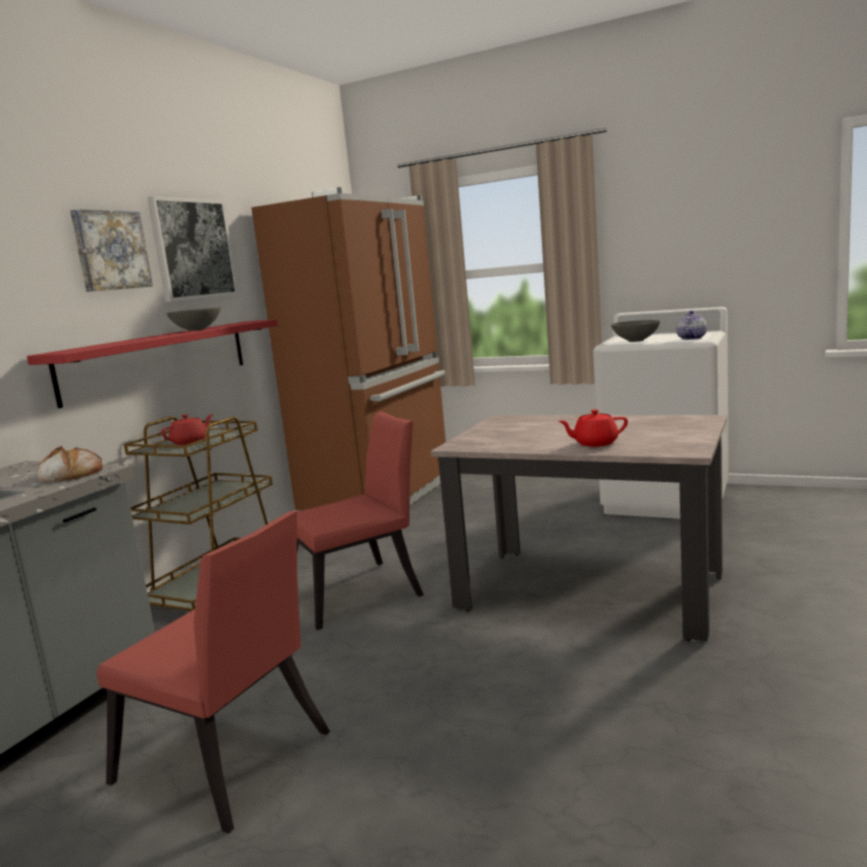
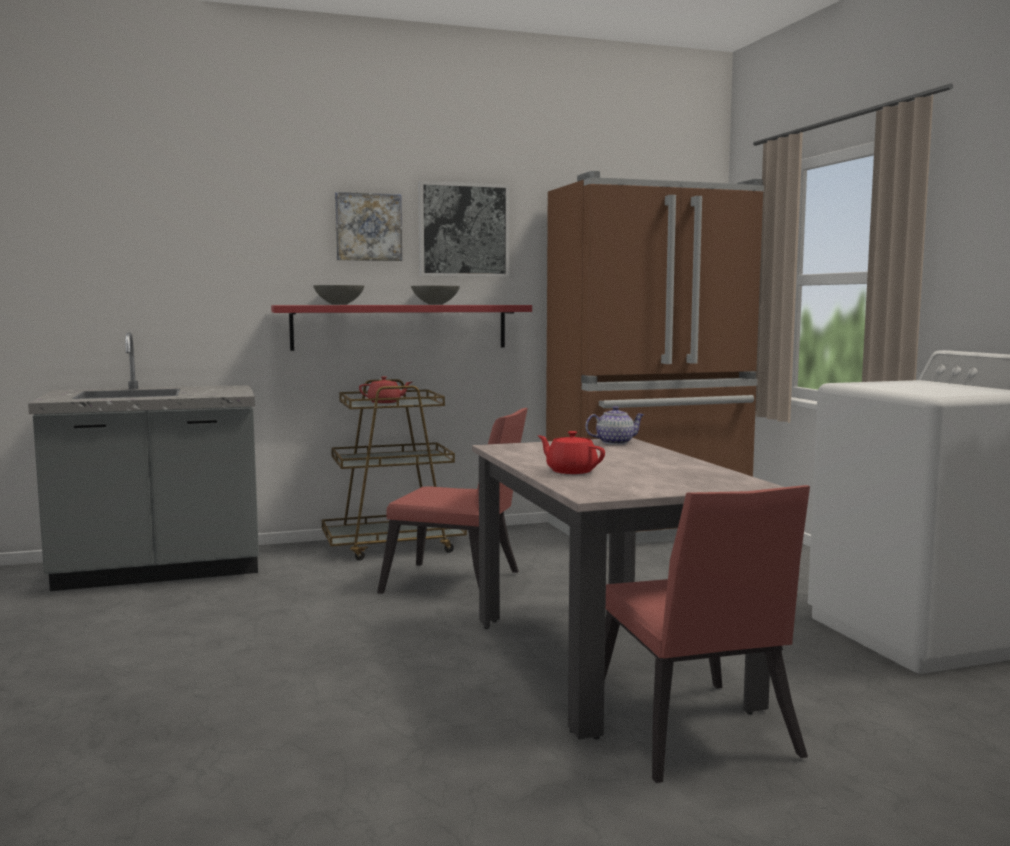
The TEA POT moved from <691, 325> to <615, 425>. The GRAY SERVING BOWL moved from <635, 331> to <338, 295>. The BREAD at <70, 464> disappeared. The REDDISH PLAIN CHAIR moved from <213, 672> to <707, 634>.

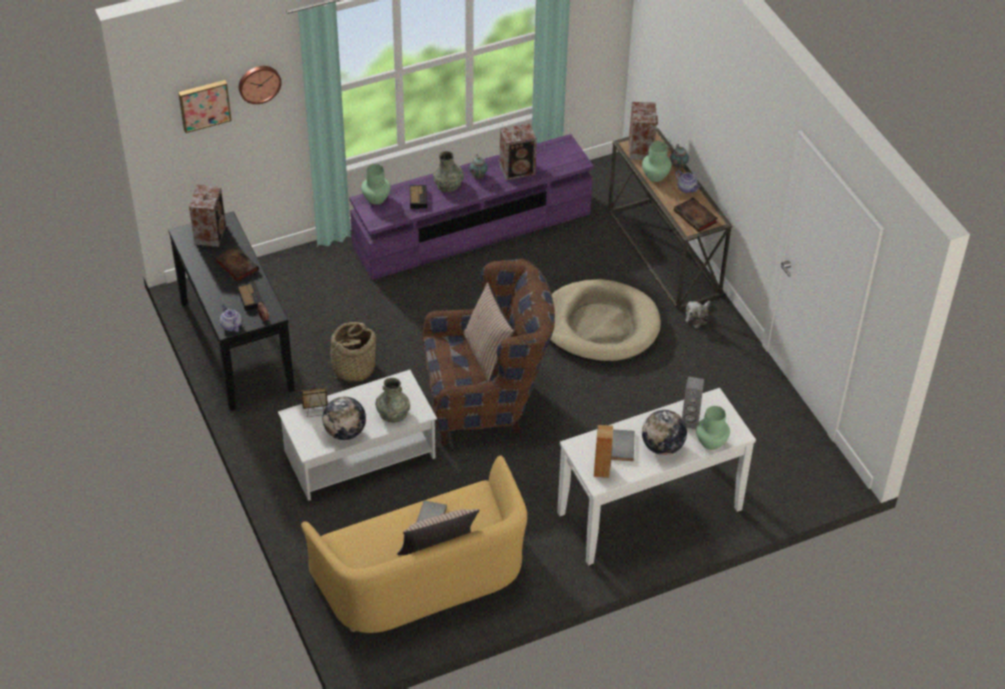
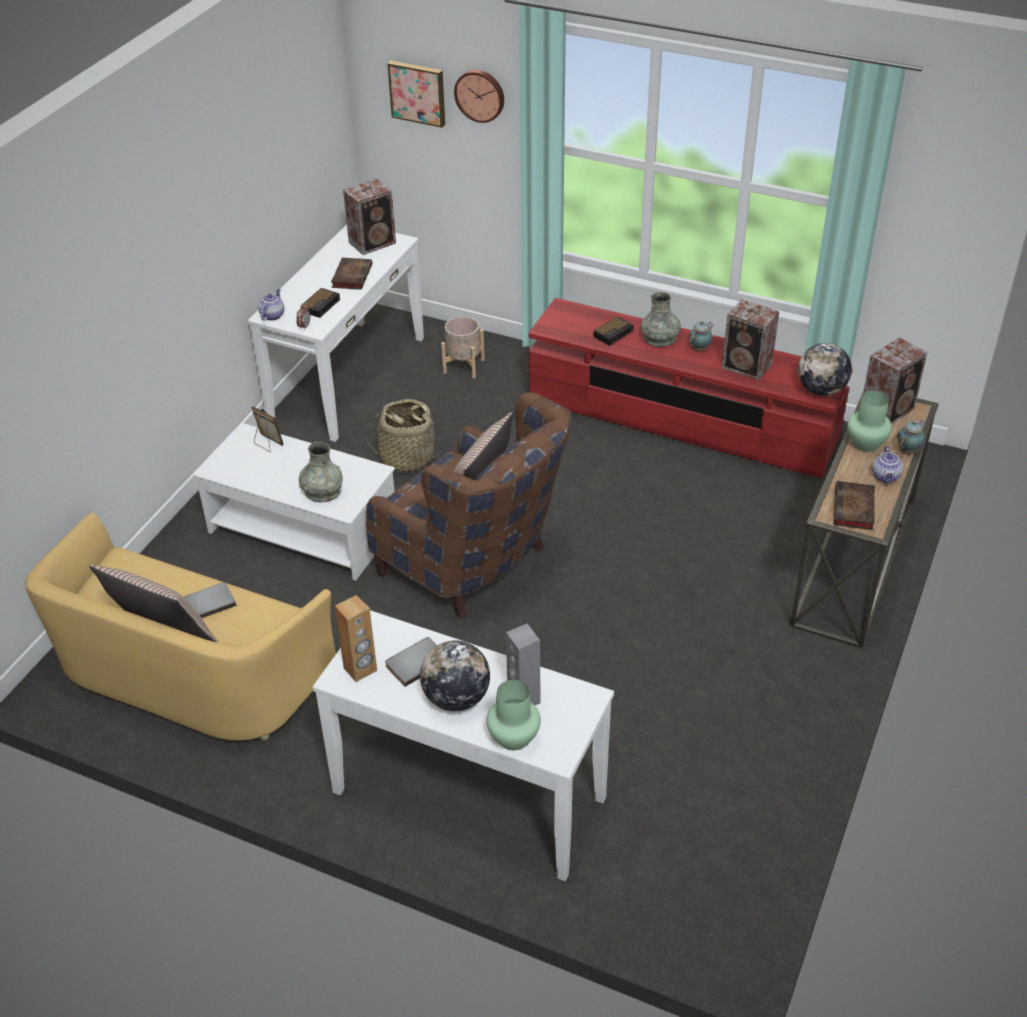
The PURPLISH TV STAND at <471, 207> became the REDDISH TV STAND at <691, 388>. The GREEN-COLOURED VASE at <376, 184> disappeared. The BLACK-COLOURED HALL TABLE at <231, 311> became the WHITISH HALL TABLE at <336, 333>. The SAND-COLOURED PET BED at <605, 320> disappeared. The SOFT TOY at <698, 314> disappeared. The WORLD GLOBE moved from <344, 418> to <825, 369>. The SAND-COLOURED PLANT POT at <463, 347> appeared.

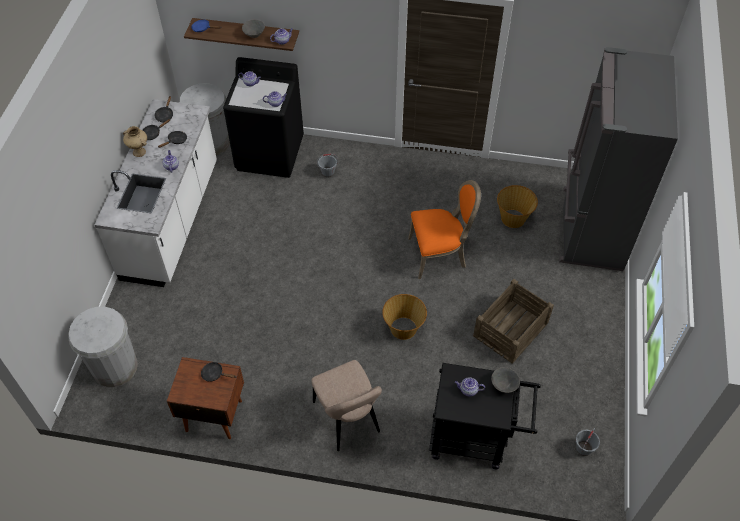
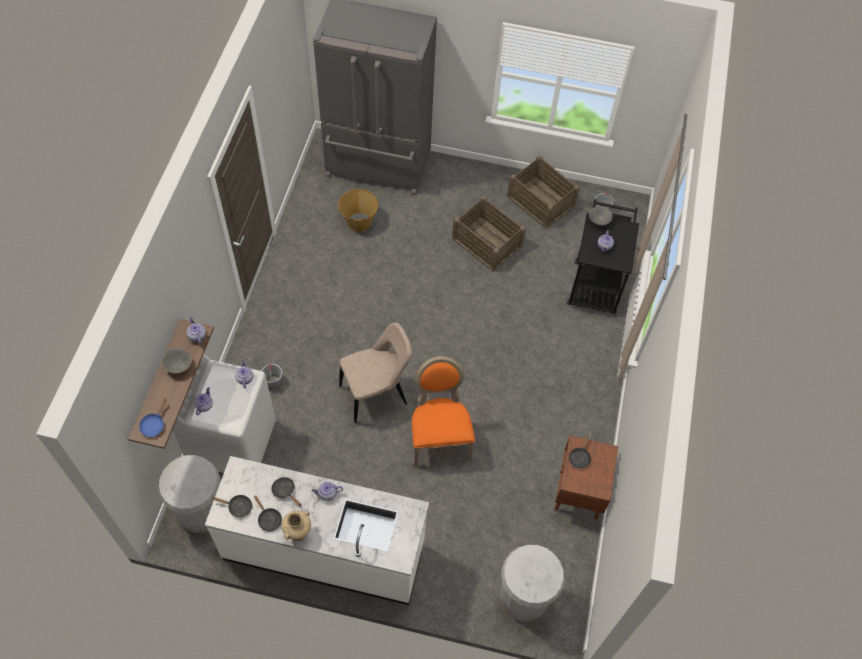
The BLACK-COLOURED WASHING MACHINE at <263, 117> became the WHITISH WASHING MACHINE at <224, 413>. The ORANGEY PLAIN CHAIR moved from <444, 229> to <443, 411>. The STORAGE BASKET at <404, 317> disappeared. The SAND-COLOURED PLAIN CHAIR moved from <346, 405> to <375, 372>. The SHIPPING CRATE at <543, 191> appeared.

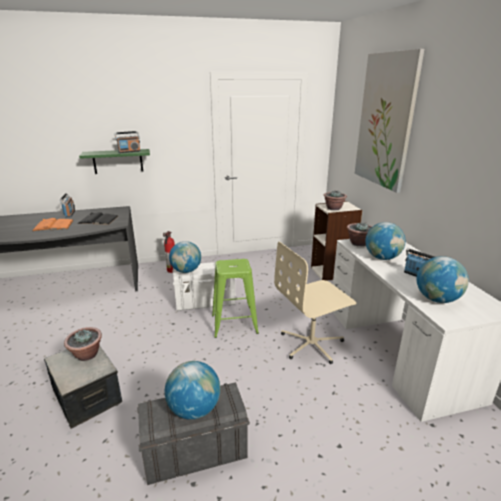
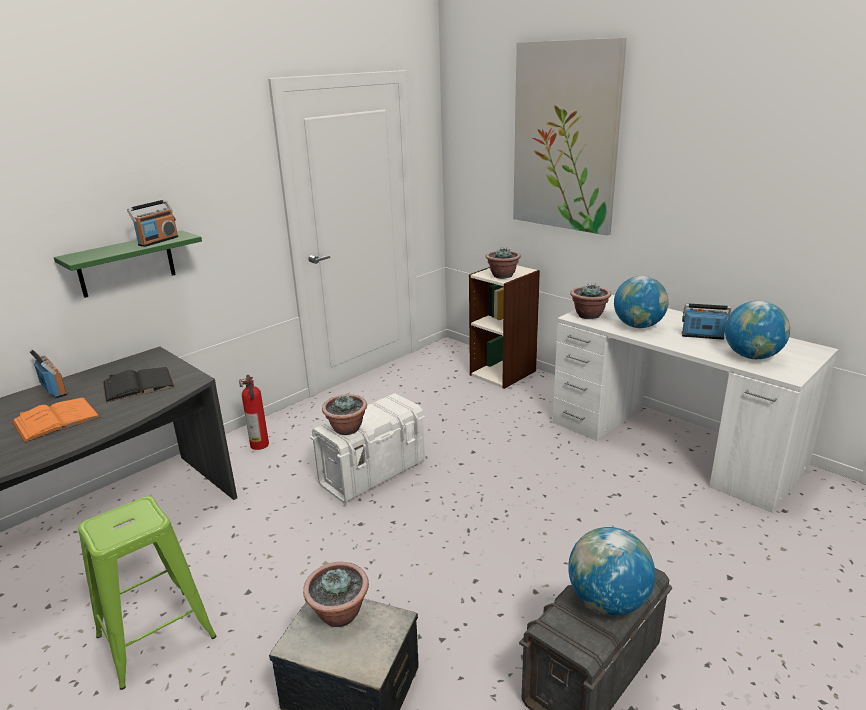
The WORLD GLOBE at <185, 257> was replaced by the PLANT IN A POT at <344, 414>. The SAND-COLOURED OFFICE CHAIR at <315, 302> disappeared. The GREEN-COLOURED STOOL moved from <235, 298> to <147, 593>.

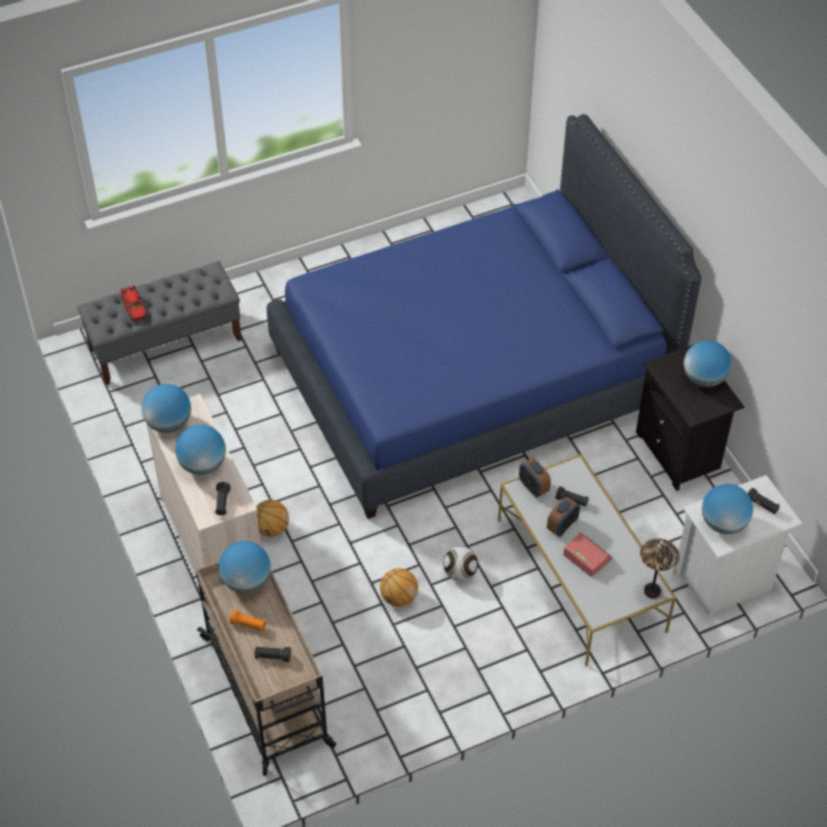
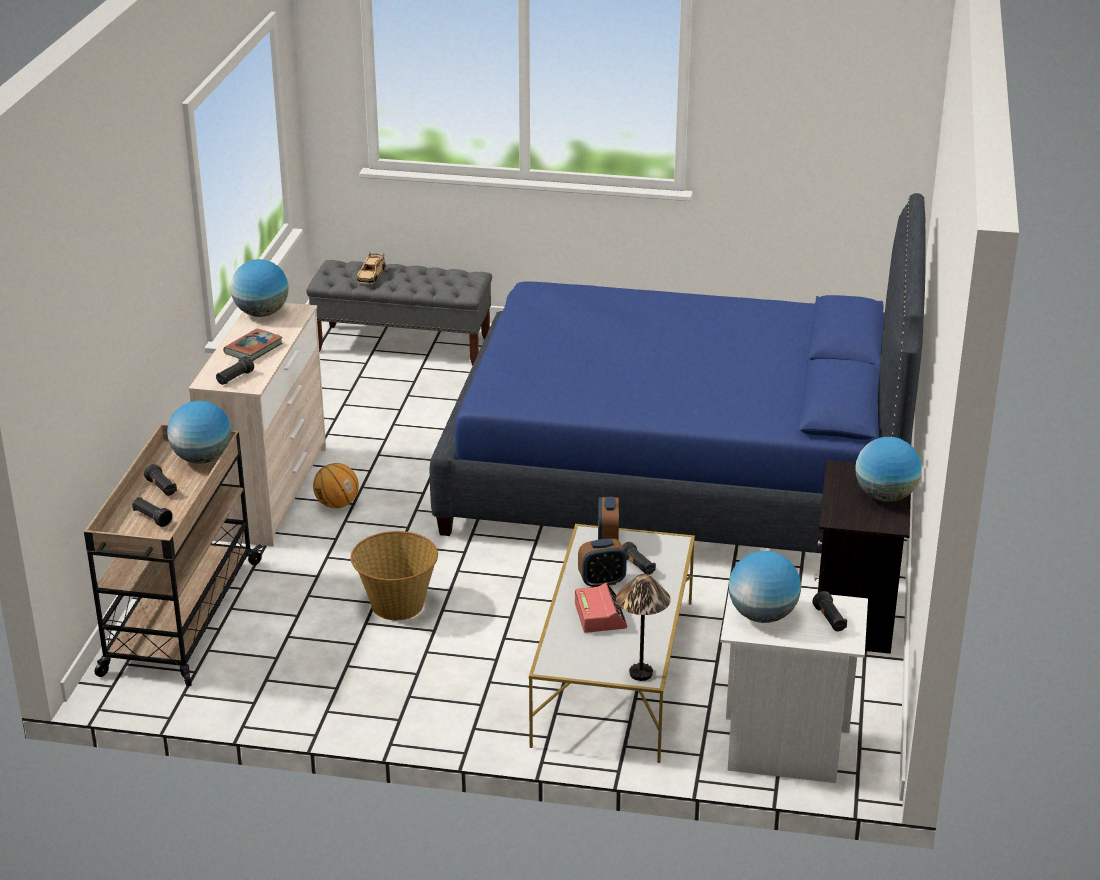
The REDDISH MINIATURE CAR at <134, 303> became the SAND-COLOURED MINIATURE CAR at <371, 268>. The WORLD GLOBE at <200, 450> was replaced by the VOLUME at <253, 345>. The FOOTBALL BALL at <460, 563> disappeared. The BASKETBALL BALL at <399, 587> was replaced by the STORAGE BASKET at <394, 575>. The ORANGEY FLASHLIGHT at <248, 620> became the BLACK-COLOURED FLASHLIGHT at <160, 480>.

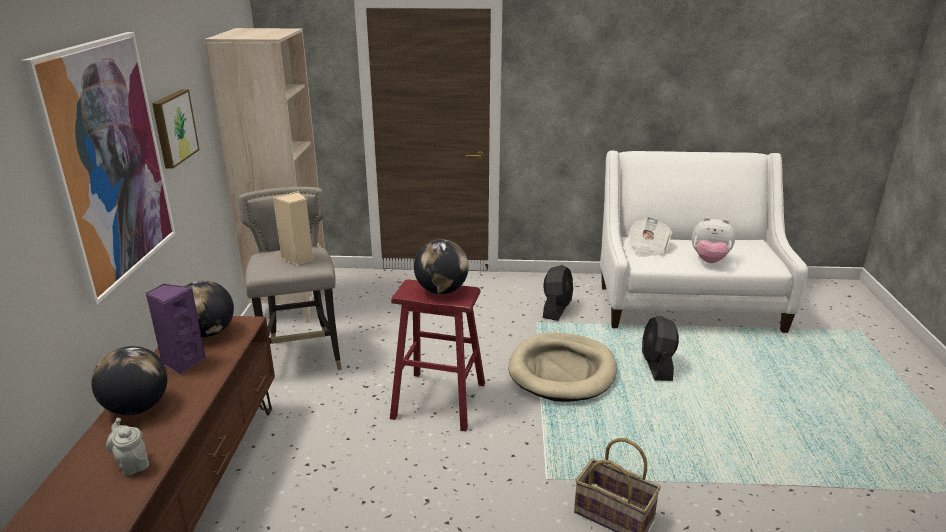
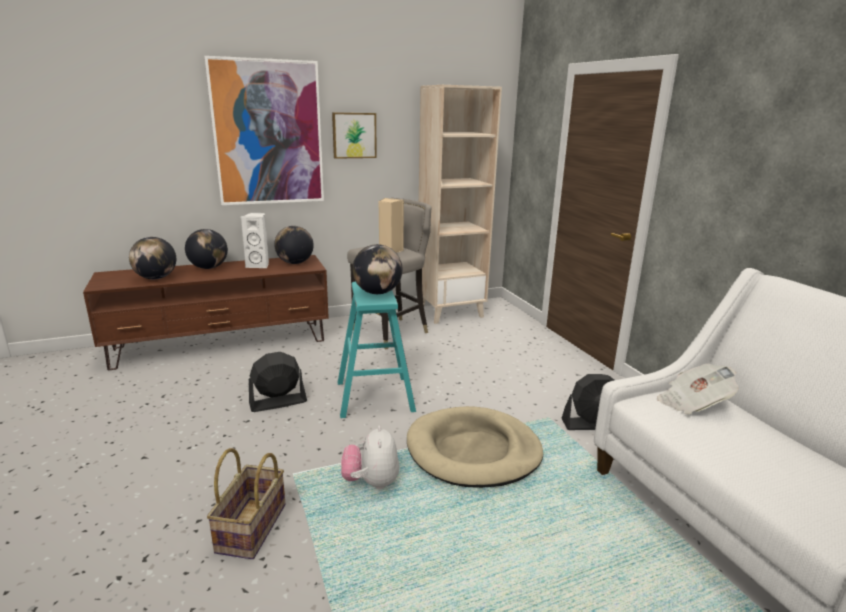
The SOFT TOY moved from <713, 240> to <370, 457>. The REDDISH STOOL at <437, 355> became the TURQUOISE-COLOURED STOOL at <377, 349>. The PURPLISH AUDIO SPEAKER at <175, 329> became the WHITISH AUDIO SPEAKER at <255, 240>. The BLACK-COLOURED COOLING FAN moved from <660, 348> to <278, 382>. The GRAY TEA POT at <127, 447> was replaced by the WORLD GLOBE at <152, 258>.

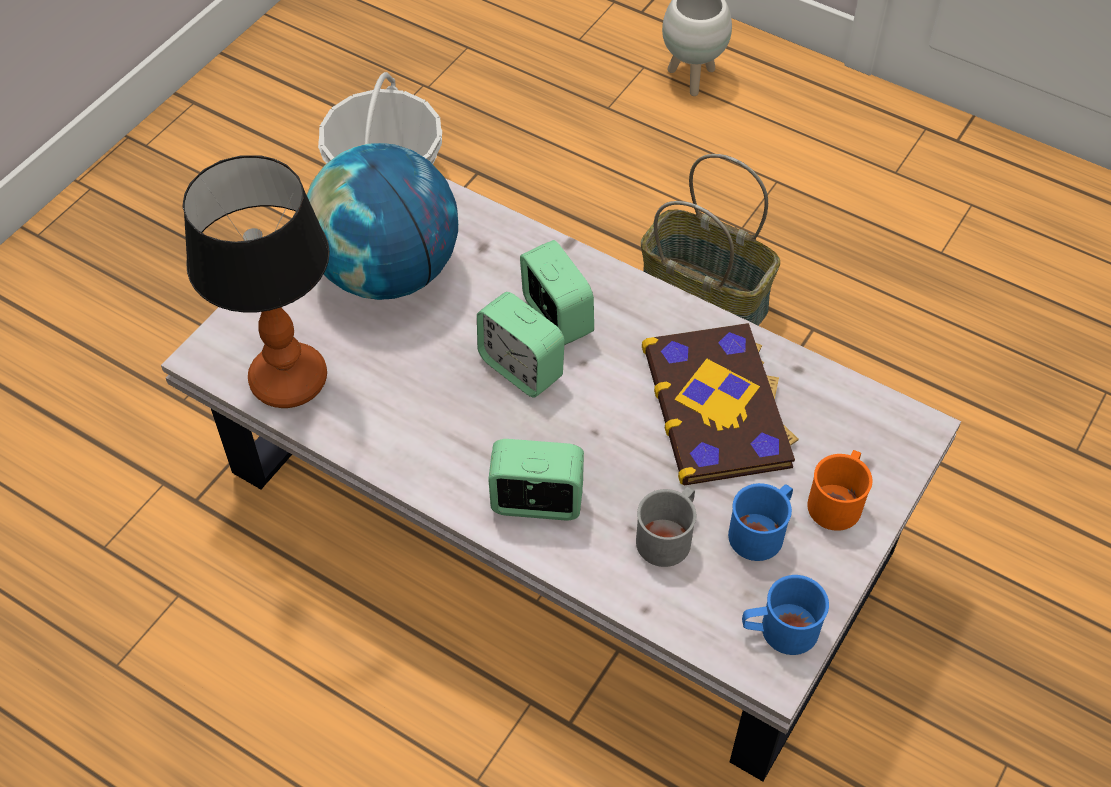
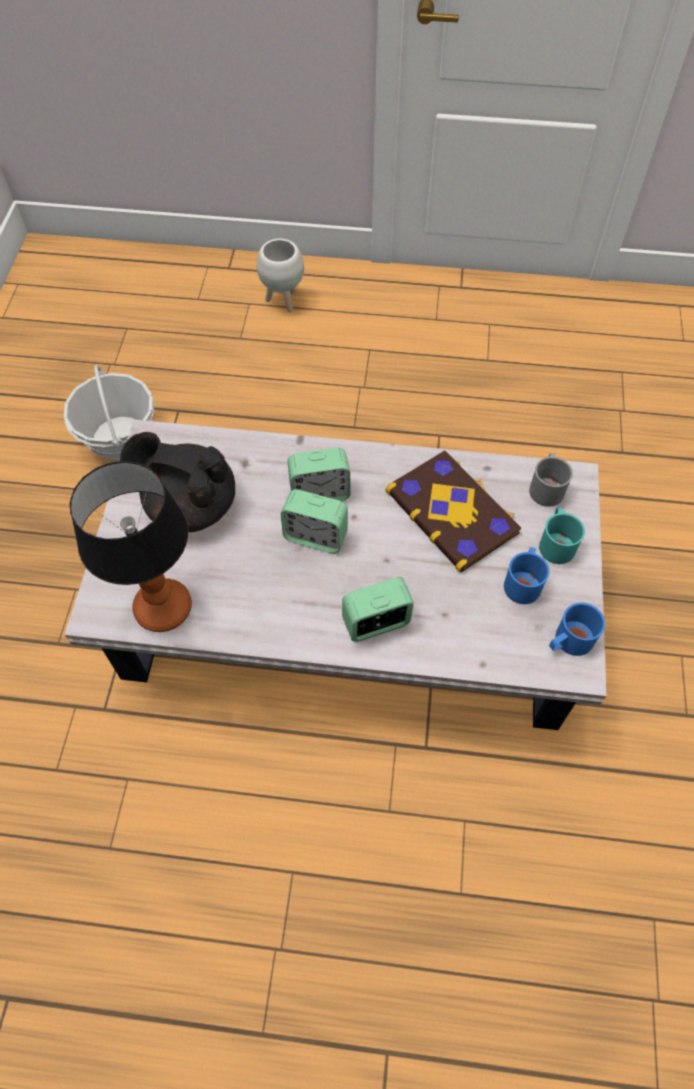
The WORLD GLOBE at <382, 221> was replaced by the BLACK-COLOURED TEA POT at <177, 482>. The STORAGE BASKET at <710, 240> disappeared. The TABLE CLOCK at <557, 292> turned 135 degrees clockwise. The ORANGEY TEA MUG at <839, 490> became the TURQUOISE-COLOURED TEA MUG at <562, 536>. The GRAY TEA MUG moved from <666, 527> to <551, 480>.

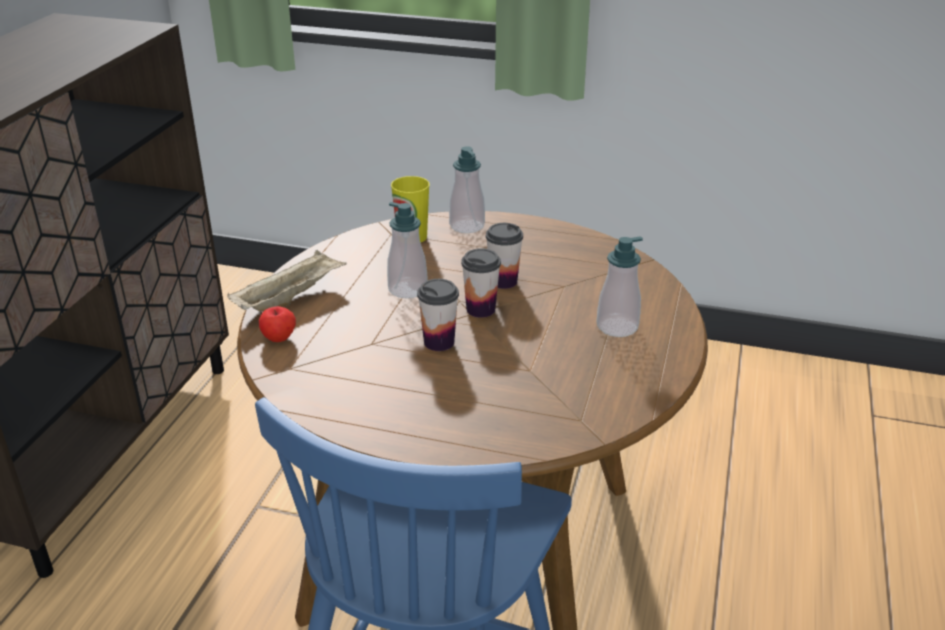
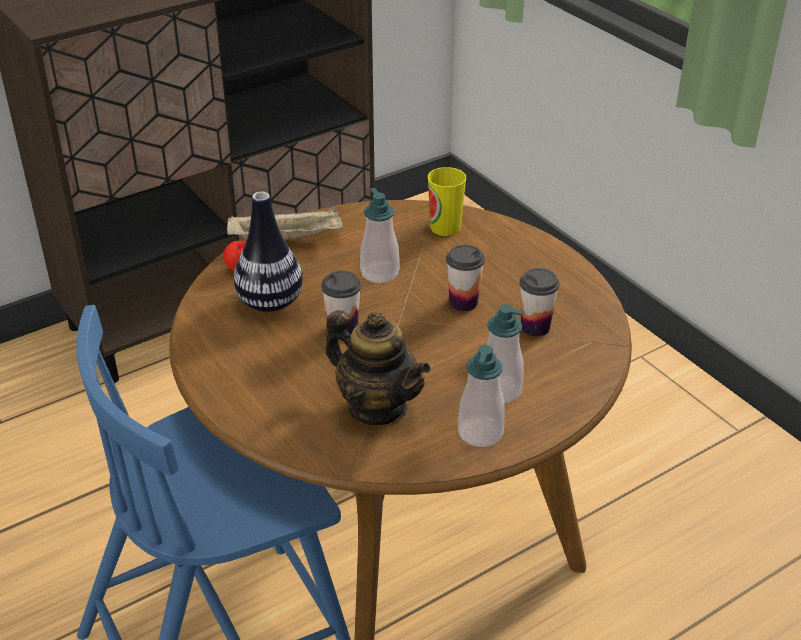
The SOAP BOTTLE moved from <467, 189> to <481, 396>. The CUP moved from <481, 283> to <540, 302>. The VASE at <268, 252> appeared. The TEA POT at <377, 367> appeared.

